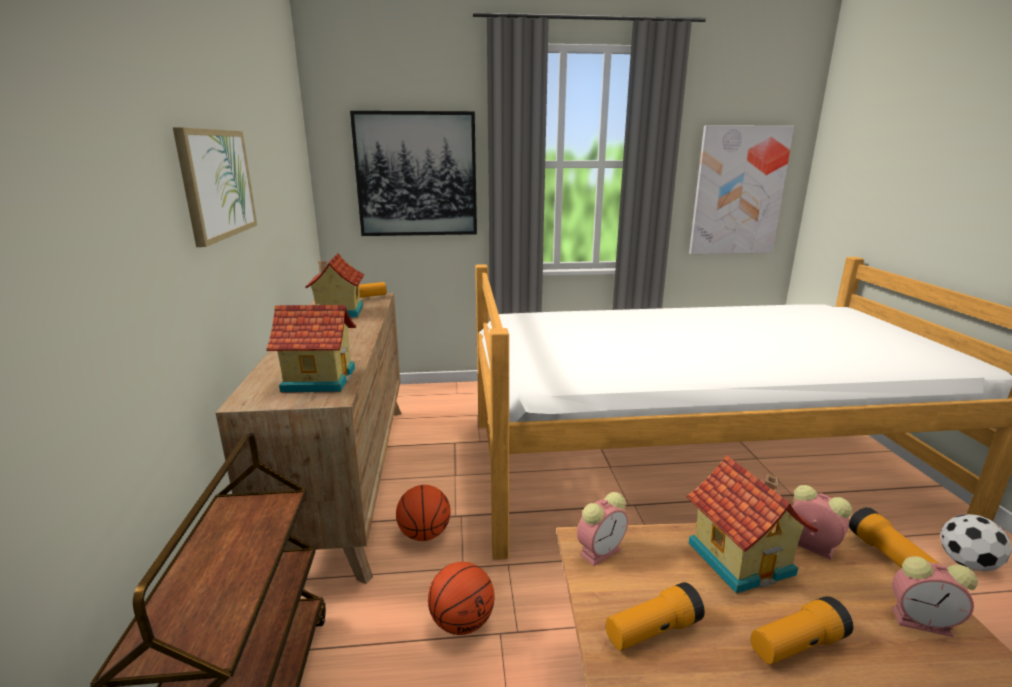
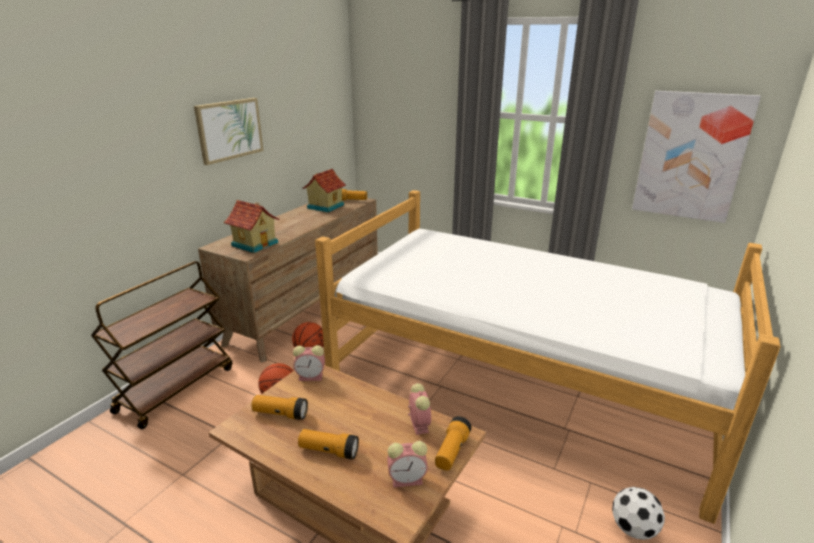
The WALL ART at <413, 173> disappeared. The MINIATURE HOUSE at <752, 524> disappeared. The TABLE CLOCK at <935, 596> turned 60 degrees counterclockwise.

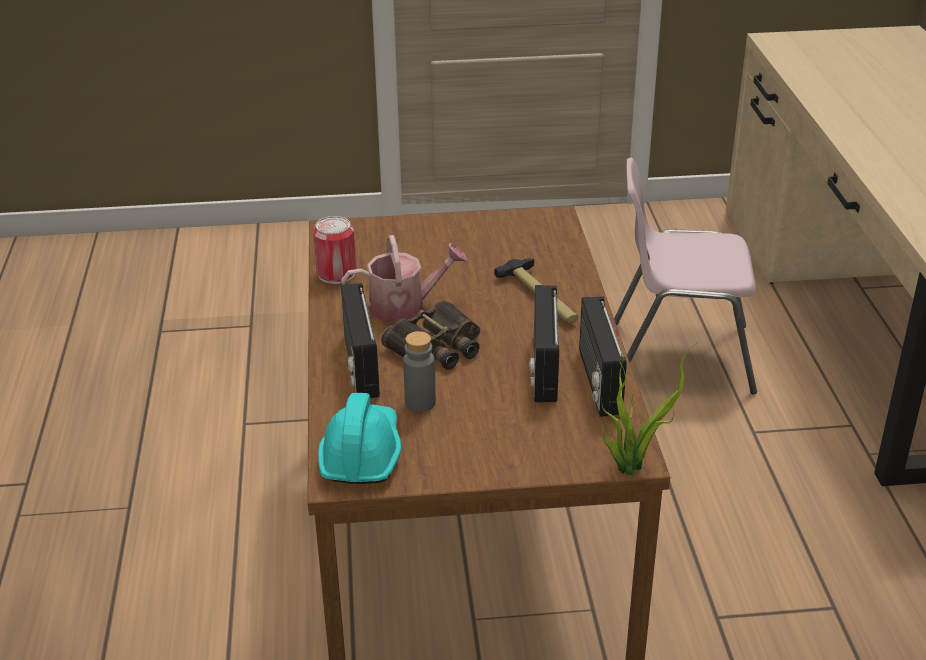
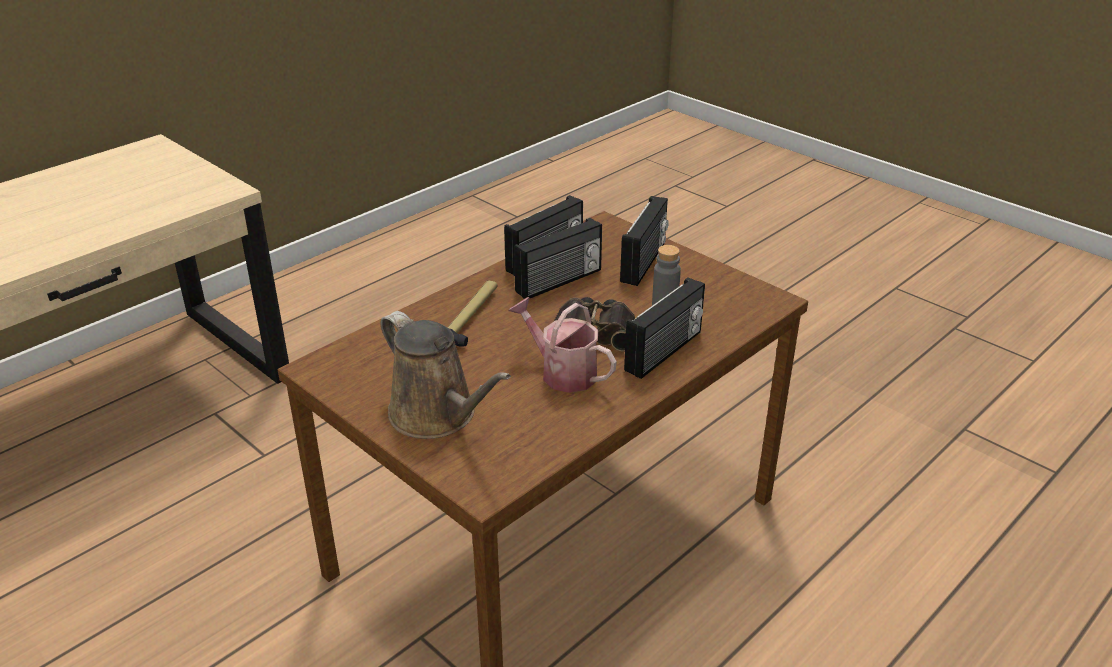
The PINK PLAIN CHAIR at <685, 276> disappeared. The SEALED CAN at <334, 250> disappeared. The PLANT IN A POT at <649, 408> disappeared. The TURQUOISE-COLOURED HARD HAT at <359, 438> disappeared. The RADIO at <644, 241> appeared. The BROWN-COLOURED WATERING CAN at <446, 375> appeared.

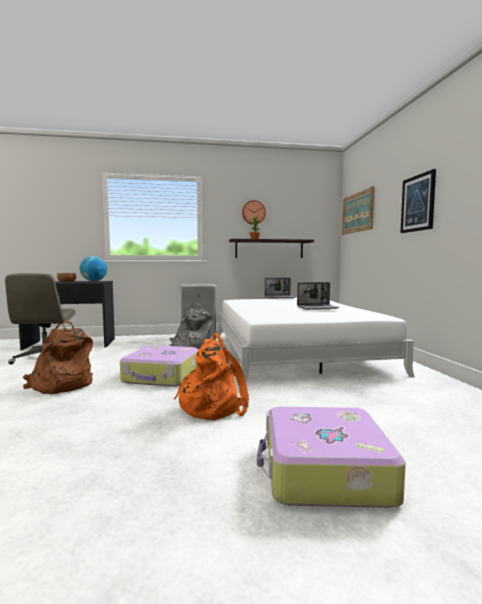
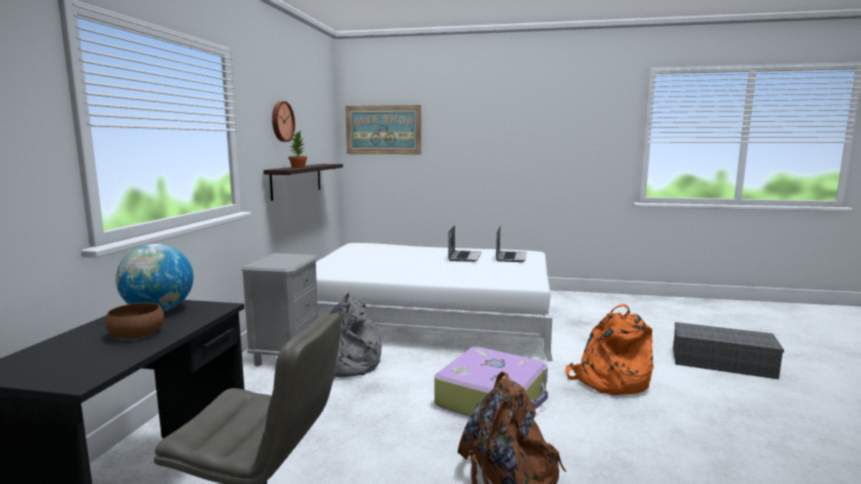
The WALL ART at <418, 201> disappeared. The LAPTOP moved from <280, 288> to <511, 244>. The SUITCASE at <331, 457> was replaced by the GRAY STORAGE BOX at <728, 350>.

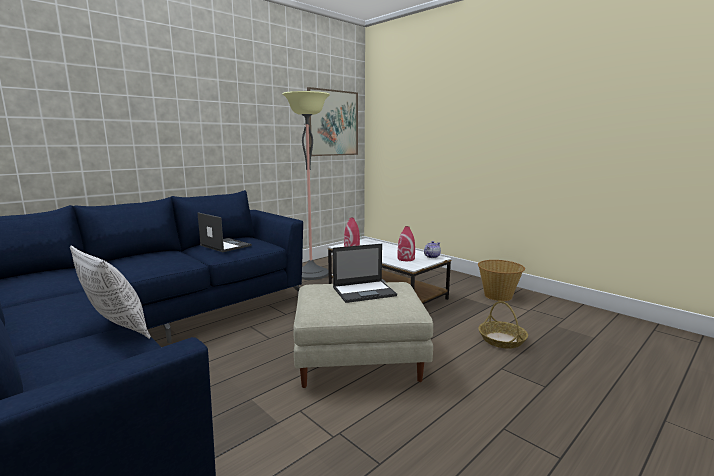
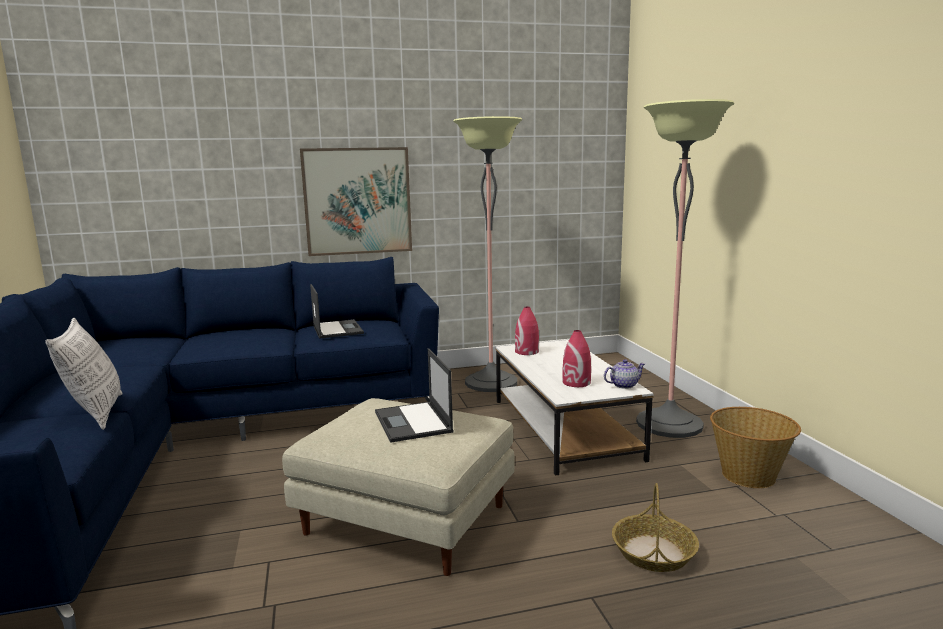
The WALL ART moved from <332, 121> to <356, 201>. The LAPTOP at <365, 273> turned 60 degrees clockwise. The STANDING LAMP at <685, 268> appeared.

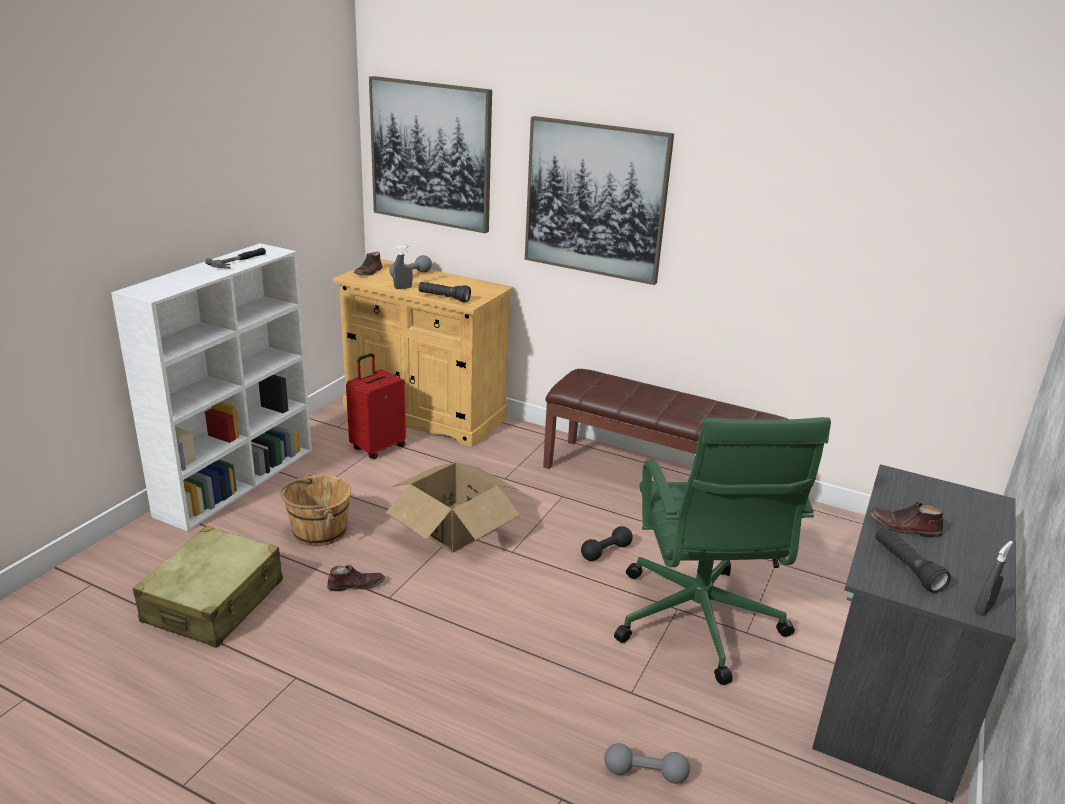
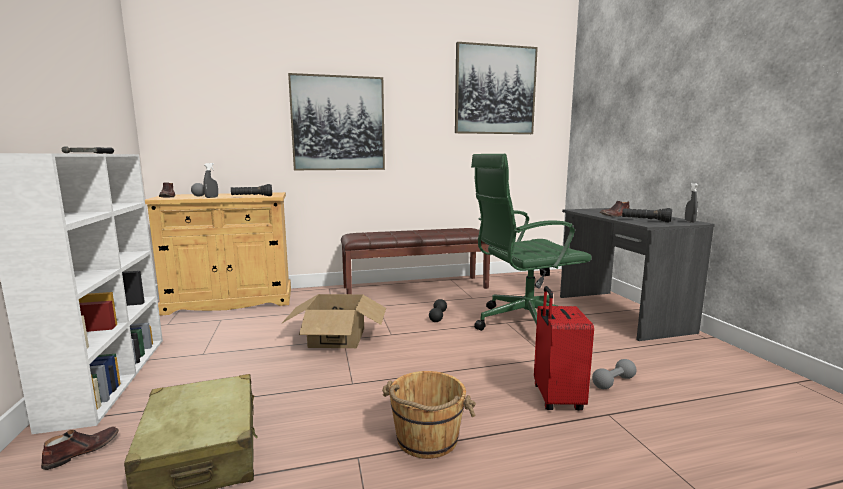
The WALL ART moved from <430, 154> to <496, 88>. The REDDISH SUITCASE moved from <376, 406> to <564, 348>. The GREEN-COLOURED OFFICE CHAIR at <722, 551> turned 120 degrees clockwise. The BROWN-COLOURED WATER BUCKET moved from <315, 510> to <429, 415>. The BROWN-COLOURED SHOE moved from <356, 578> to <80, 448>.

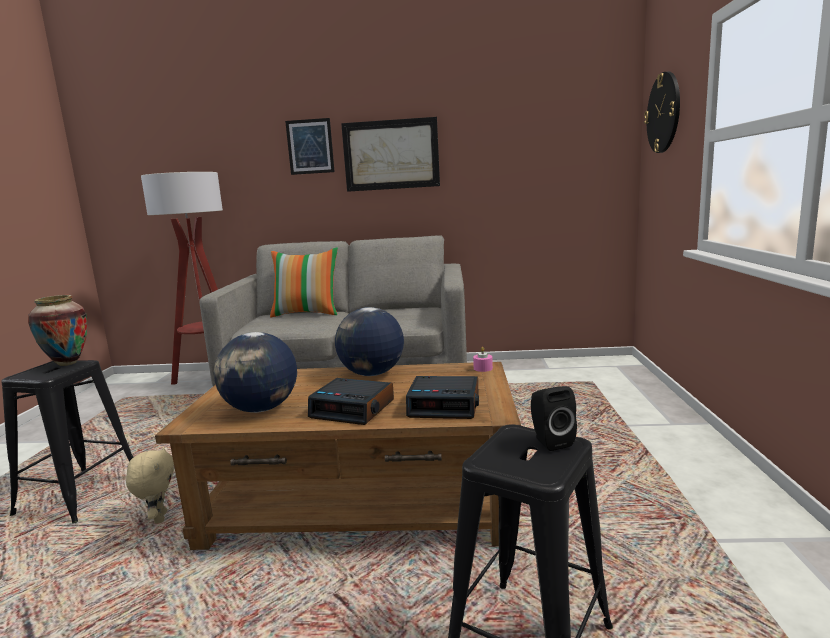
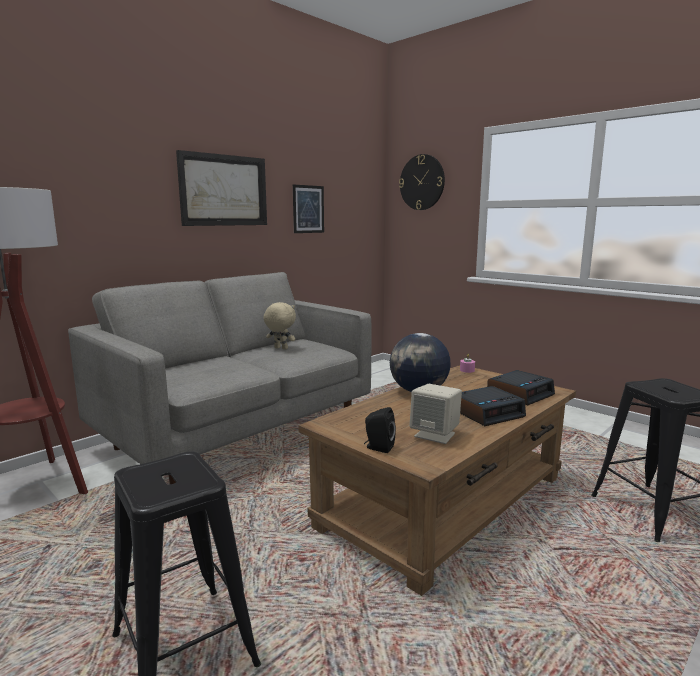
The WALL ART moved from <310, 146> to <308, 208>. The THROW PILLOW at <304, 283> disappeared. The VASE at <57, 330> disappeared. The WORLD GLOBE at <255, 372> was replaced by the SAND-COLOURED AUDIO SPEAKER at <435, 414>. The BLACK-COLOURED AUDIO SPEAKER moved from <554, 418> to <380, 430>. The SAND-COLOURED SOFT TOY moved from <150, 485> to <280, 326>.

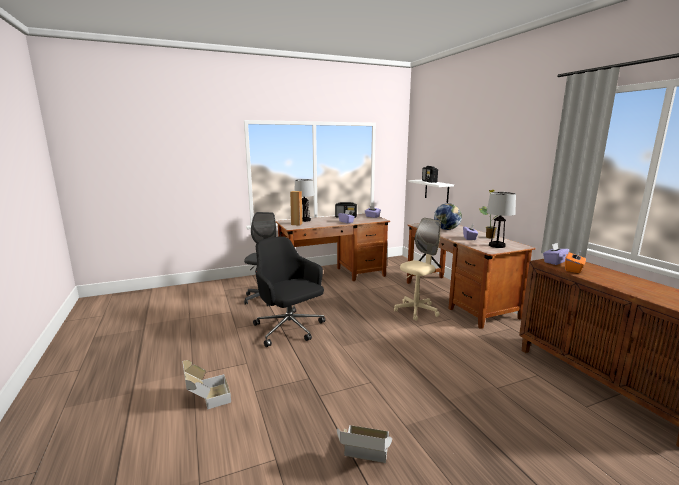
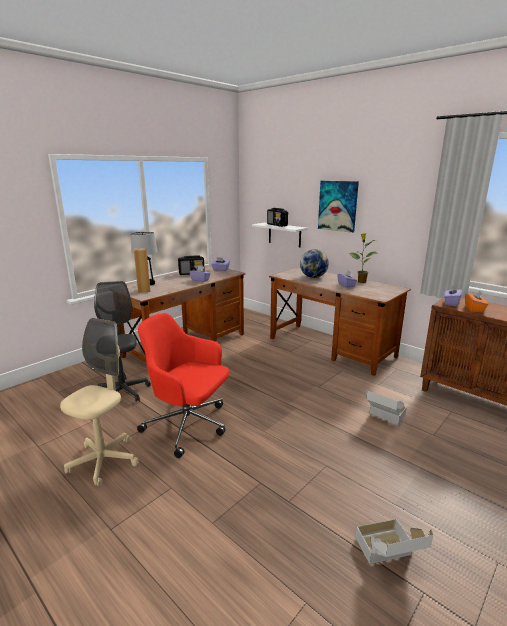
The TABLETOP LAMP at <501, 220> disappeared. The SAND-COLOURED OFFICE CHAIR moved from <417, 269> to <99, 402>. The BLACK-COLOURED OFFICE CHAIR at <289, 291> became the REDDISH OFFICE CHAIR at <183, 385>. The PACKING BOX moved from <206, 385> to <386, 407>. The WALL ART at <338, 207> appeared.

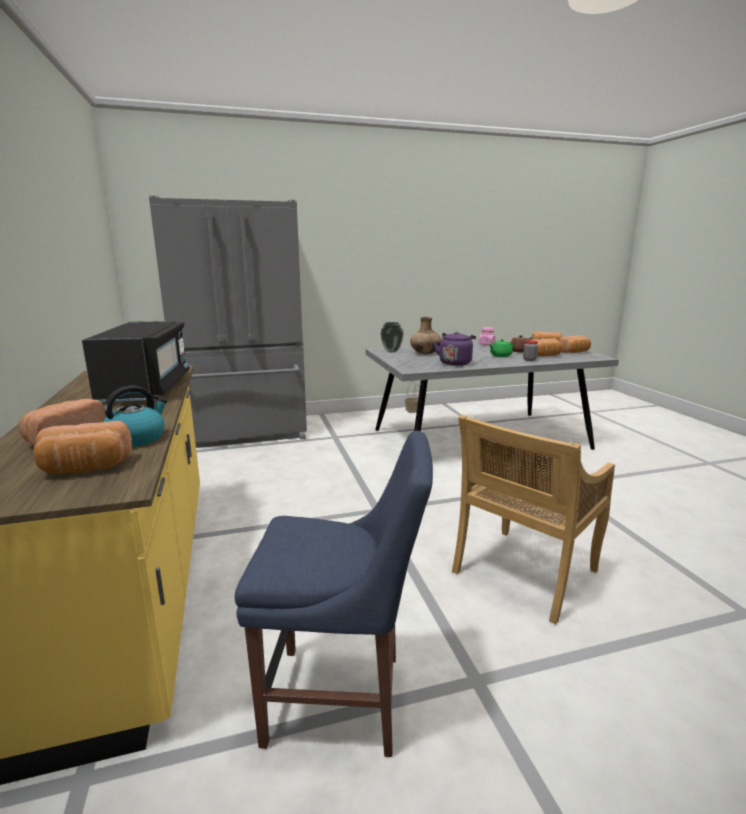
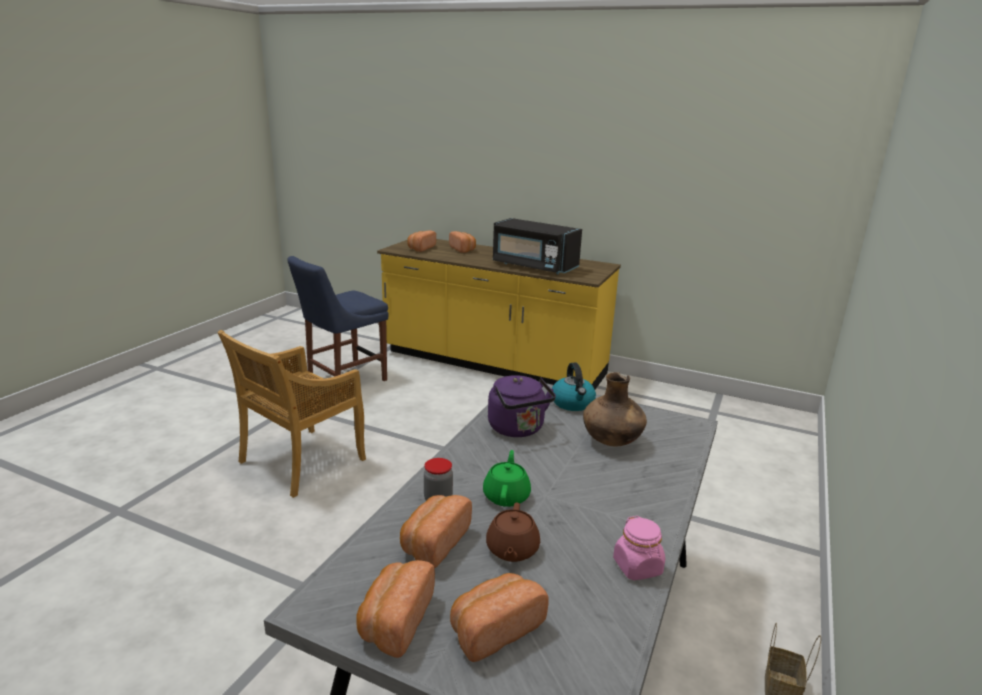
The GRAY REFRIGERATOR at <228, 322> disappeared. The VASE at <392, 337> disappeared. The WATER KETTLE moved from <135, 416> to <574, 387>. The SAND-COLOURED PLAIN CHAIR at <533, 519> turned 135 degrees counterclockwise.

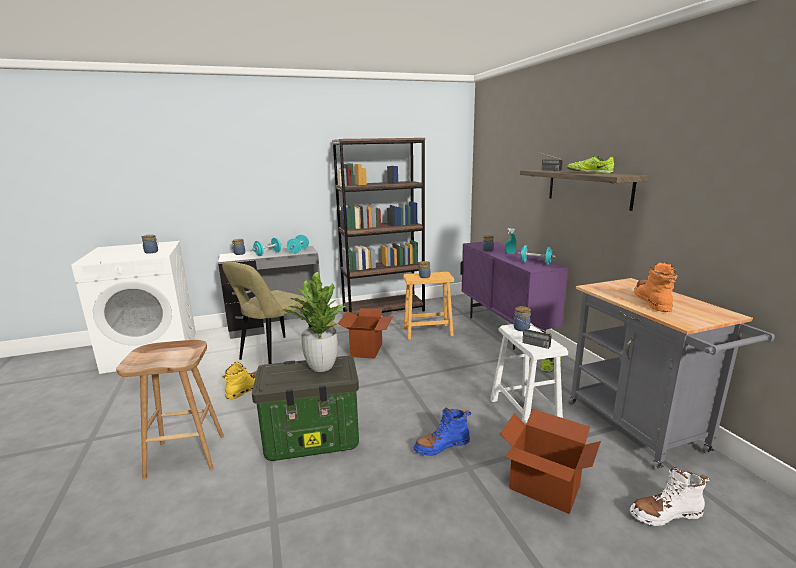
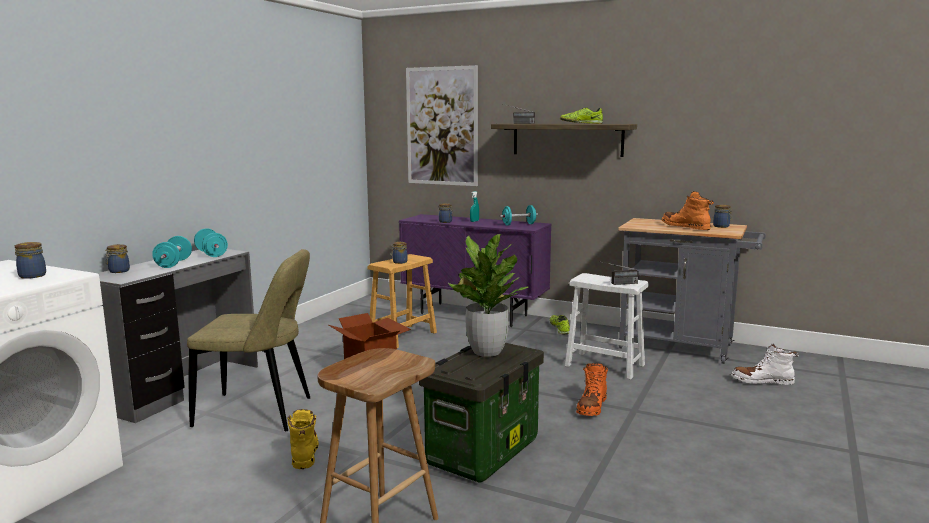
The BROWN-COLOURED SHELVING UNIT at <378, 227> disappeared. The SAND-COLOURED PLAIN CHAIR at <267, 312> turned 75 degrees counterclockwise. The PRESERVE JAR moved from <522, 318> to <722, 216>. The BLUISH BOOT at <442, 431> became the ORANGEY BOOT at <592, 389>. The PACKING BOX at <550, 461> disappeared. The WHITISH BOOT at <670, 496> turned 60 degrees clockwise. The WALL ART at <442, 125> appeared.

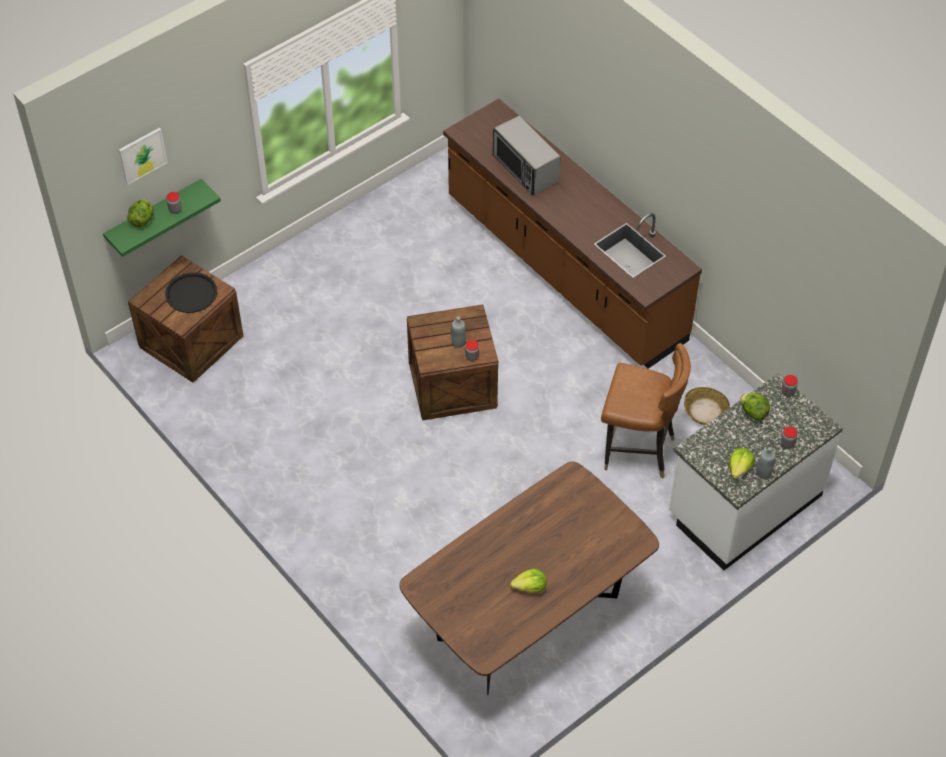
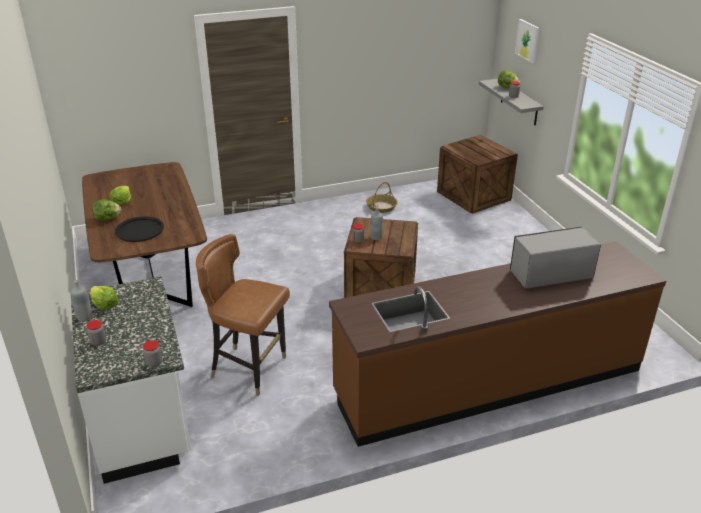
The GREEN-COLOURED SHELF at <162, 218> became the GRAY SHELF at <511, 102>. The BLACK-COLOURED TRAY moved from <191, 292> to <139, 229>. The BROWN-COLOURED PLAIN CHAIR at <646, 410> turned 75 degrees clockwise. The STORAGE BASKET moved from <707, 406> to <382, 197>. The LETTUCE HEAD moved from <755, 406> to <106, 209>.

